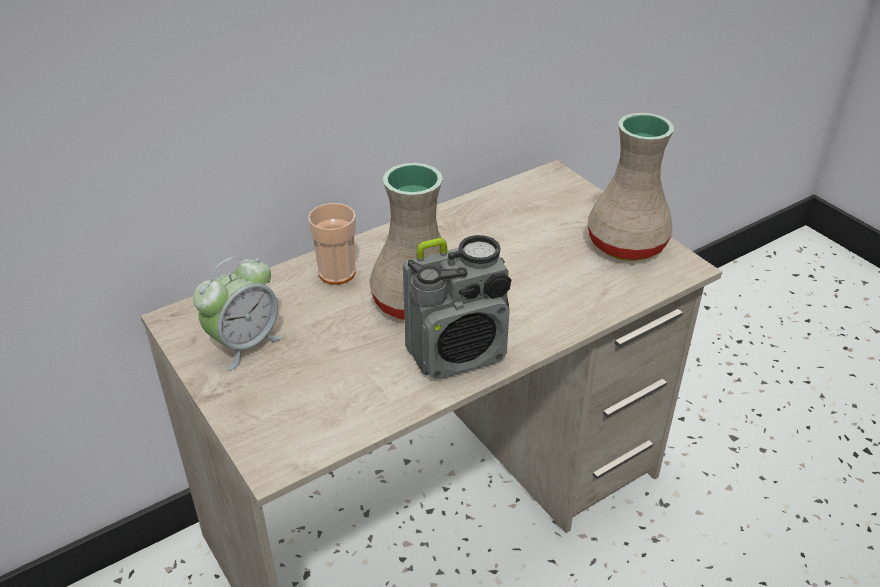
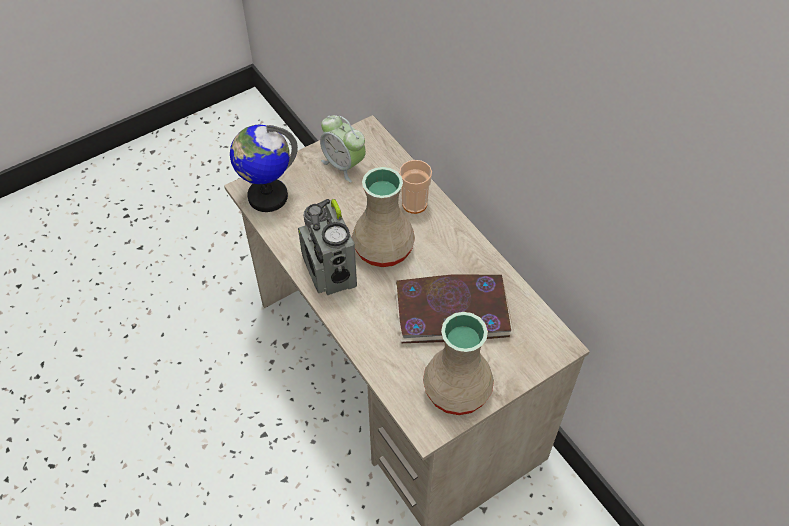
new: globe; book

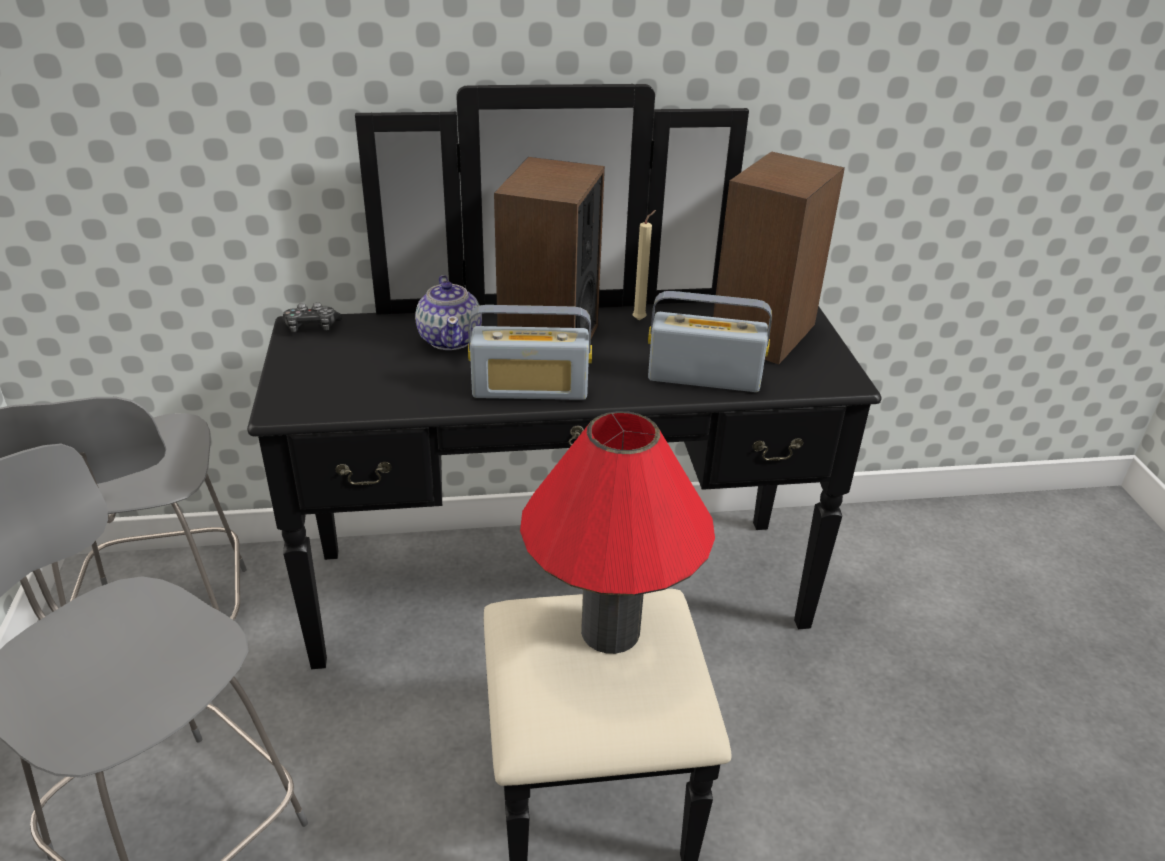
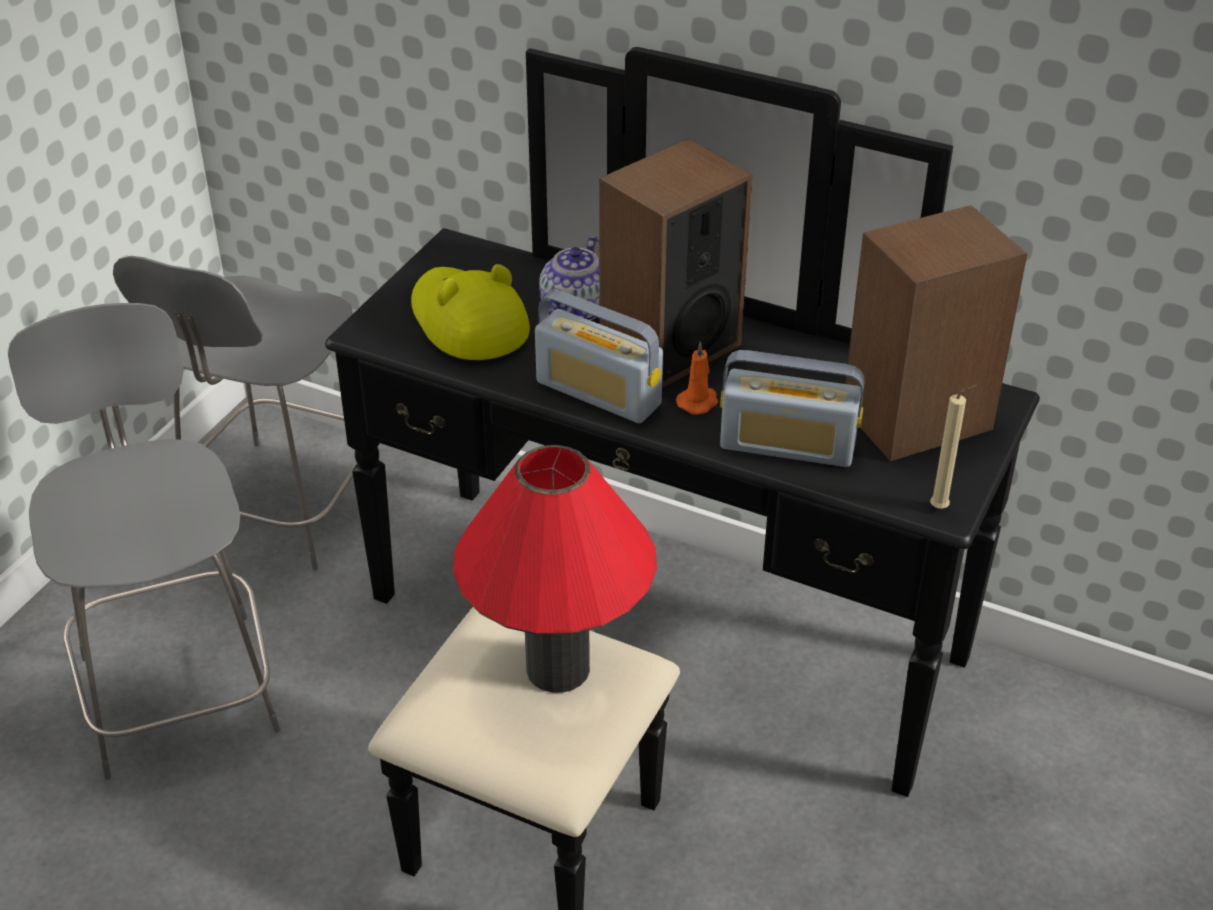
gone: game controller
new: hat (yellow); candle (orange)
shifted: candle (beige)
rotated: radio (no. 2 from left) 150 degrees clockwise

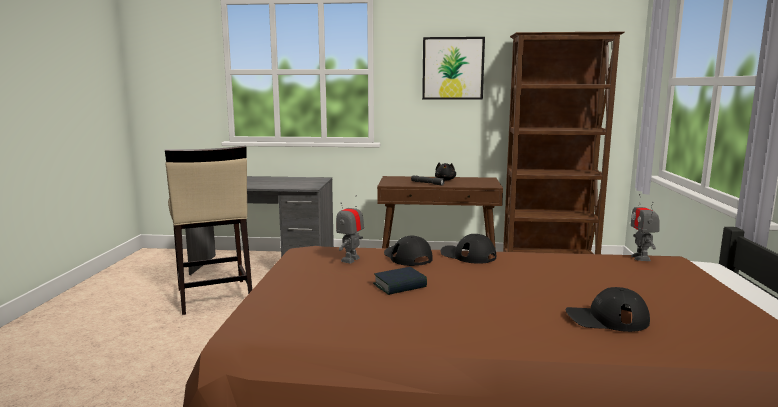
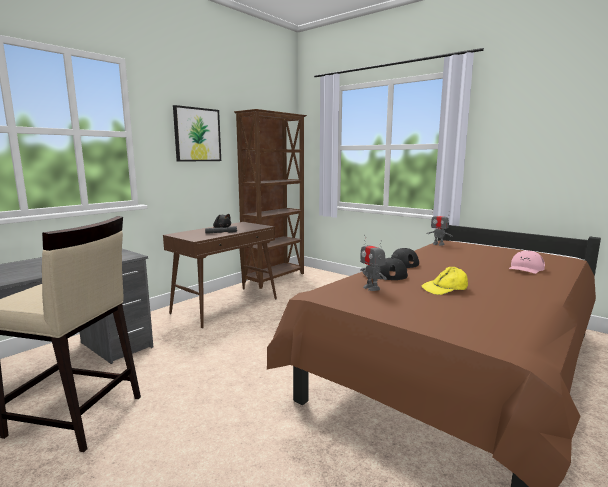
swapped: book to cap (yellow)
repainted: cap (black) (no. 3 from left) to cap (pink)

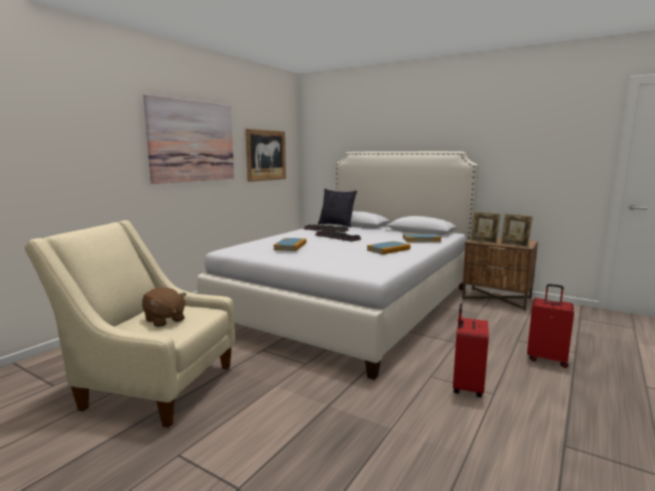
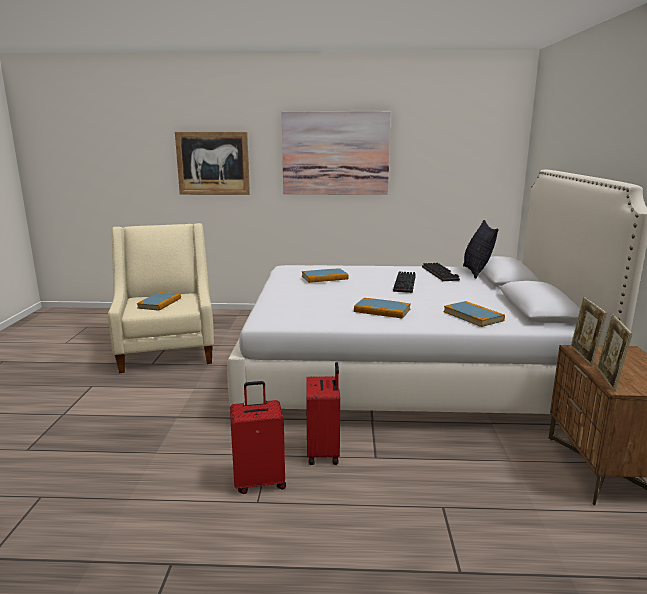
shifted: picture (no. 2 from left in the first image) to picture (no. 1 from left); suitcase (red) (no. 2 from left)
swapped: plush toy (brown) to book (no. 1 from left)

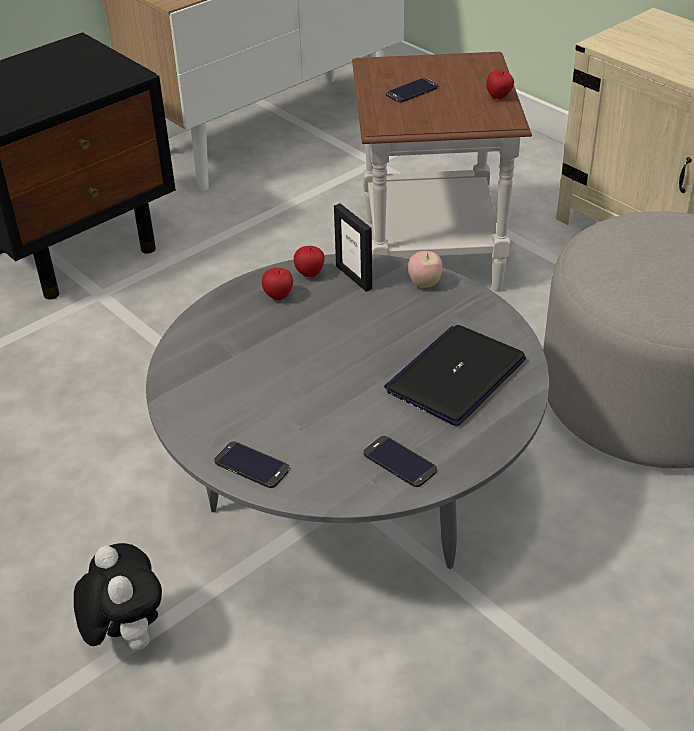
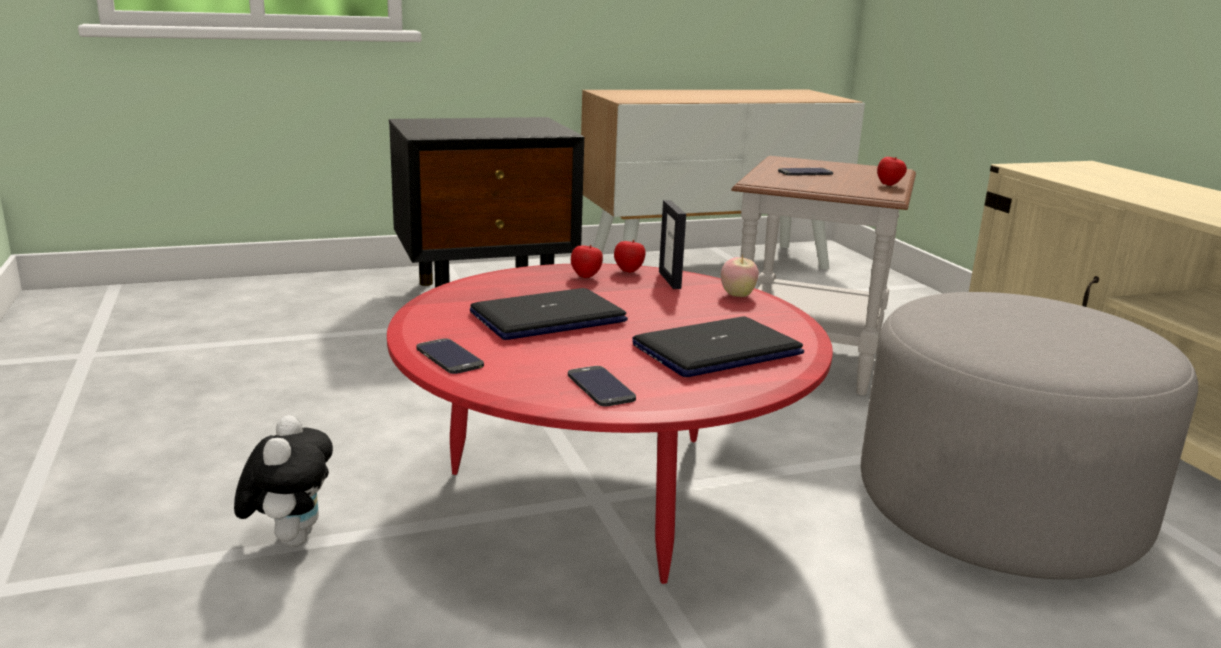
new: laptop (no. 1 from left)
repainted: coffee table (grey) to coffee table (red)

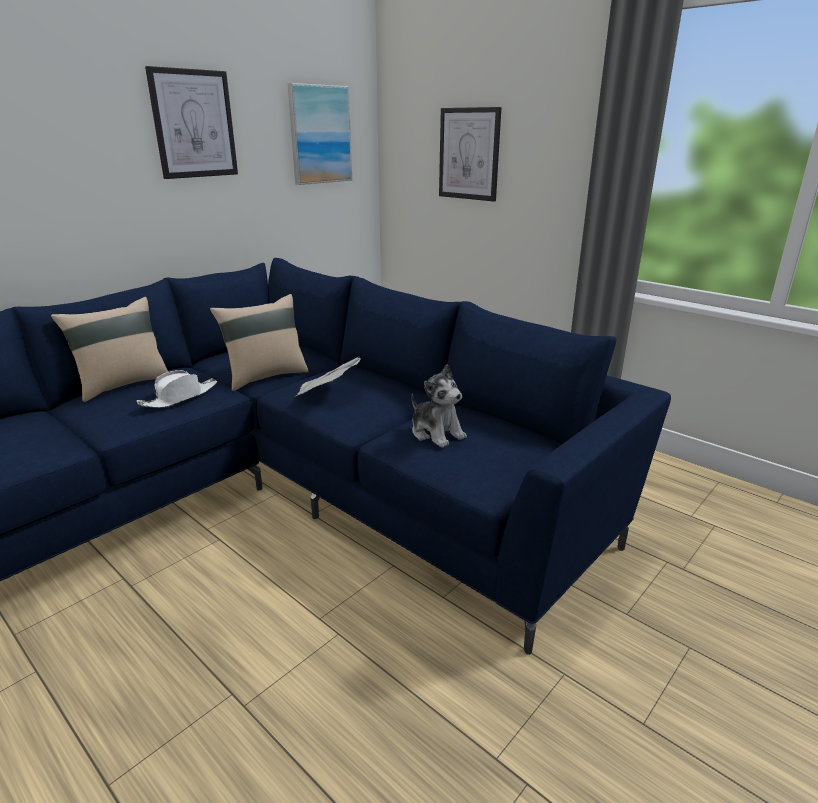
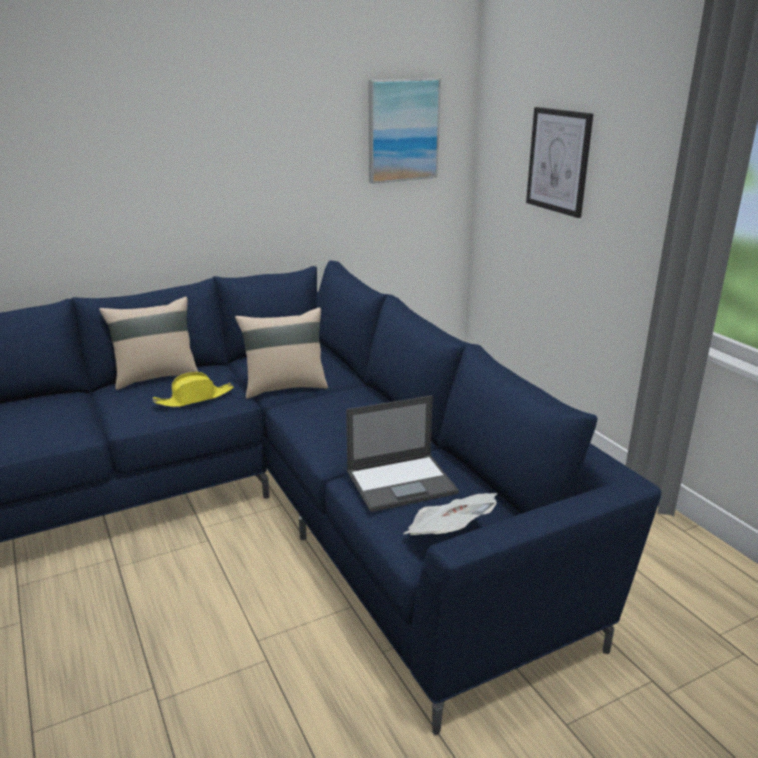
gone: picture (no. 1 from left)
shifted: newspaper
swapped: plush toy to laptop
repainted: hat (white) to hat (yellow)

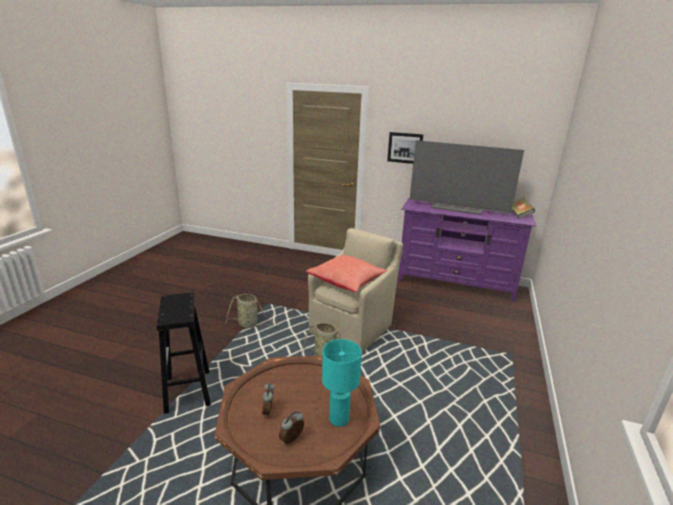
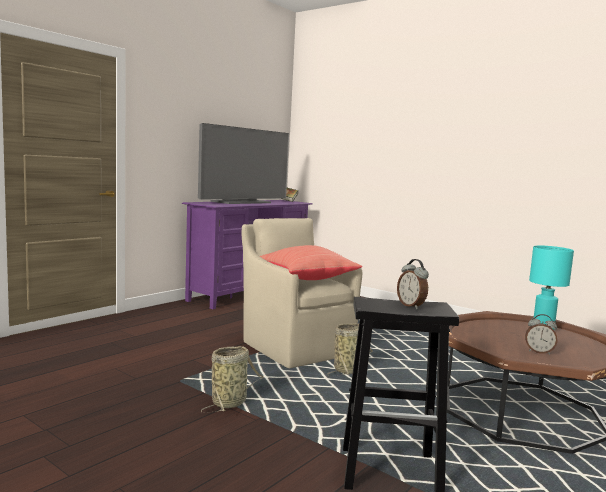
gone: picture
shifted: alarm clock (no. 2 from left in the first image) to alarm clock (no. 1 from left)

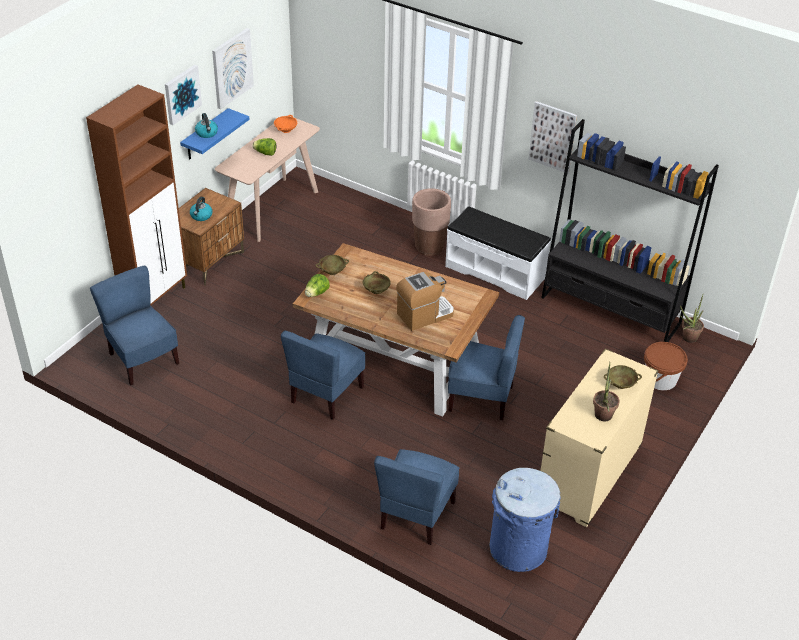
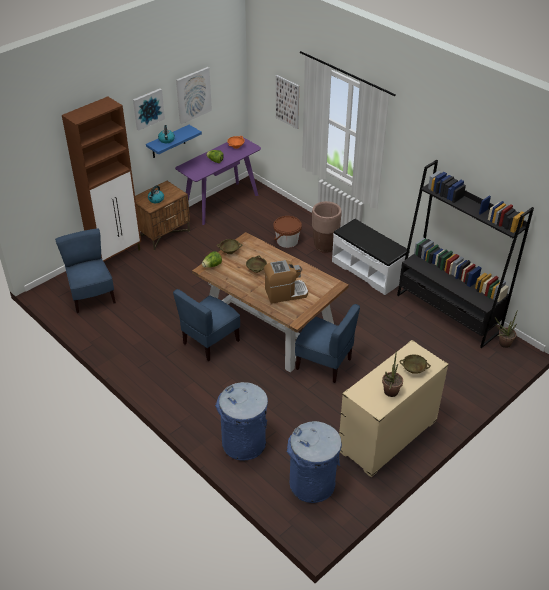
shifted: bucket (brown); picture (no. 3 from left)
swapped: chair (blue) (no. 3 from left) to trash can (blue) (no. 1 from left)
repainted: console table (beige) to console table (purple)

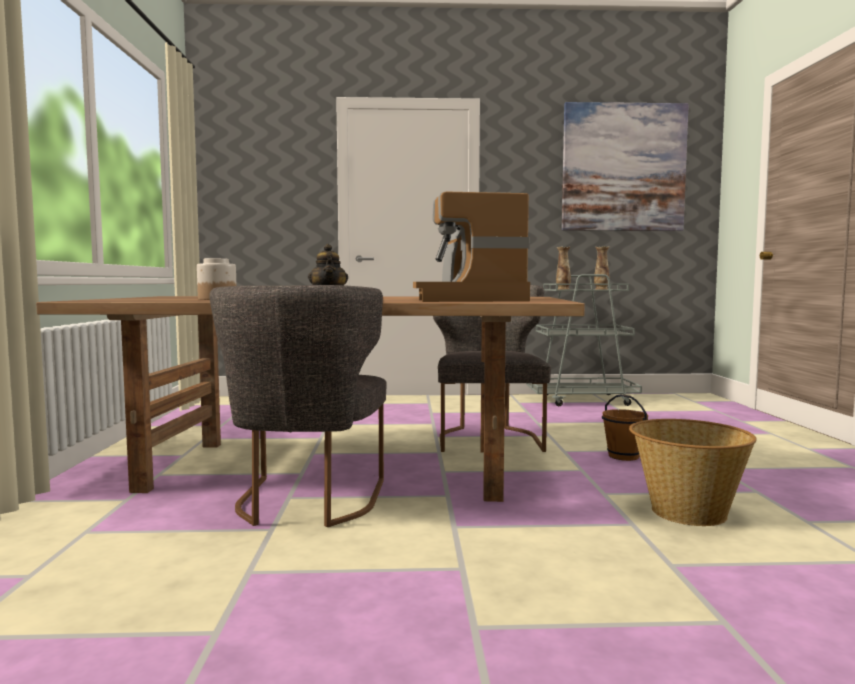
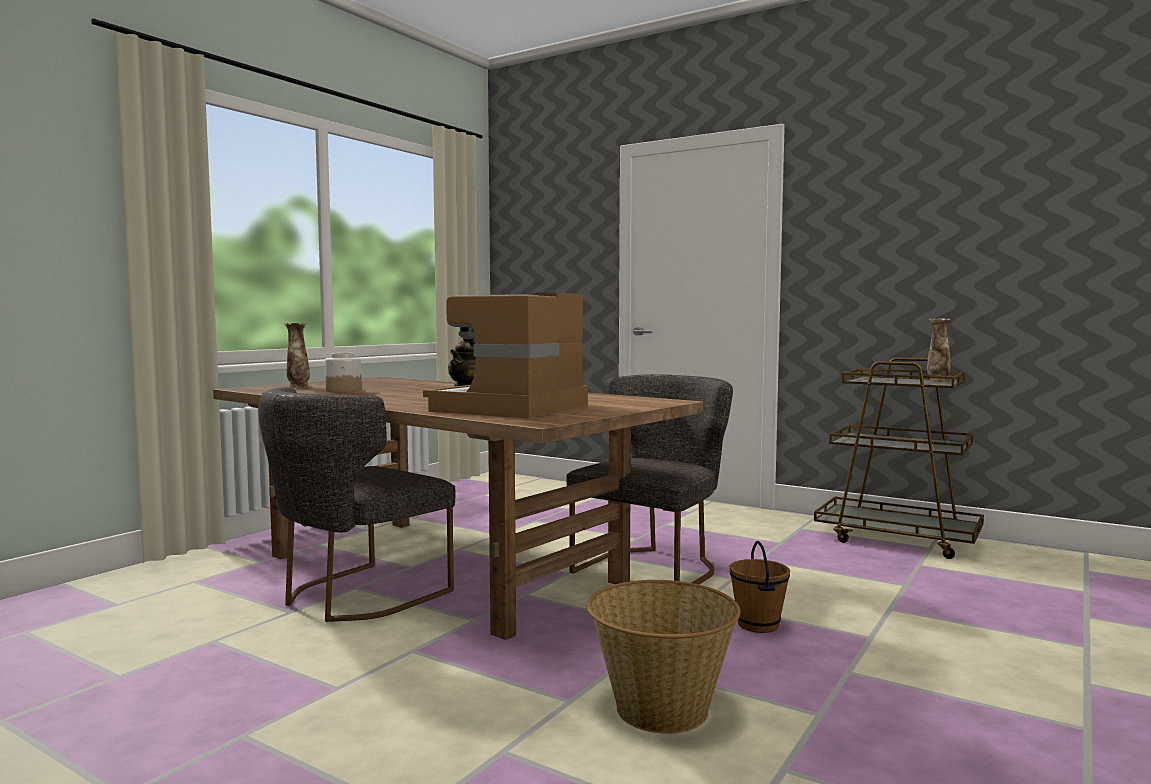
gone: picture
shifted: vase (no. 1 from left)
repainted: cart (grey) to cart (brown)

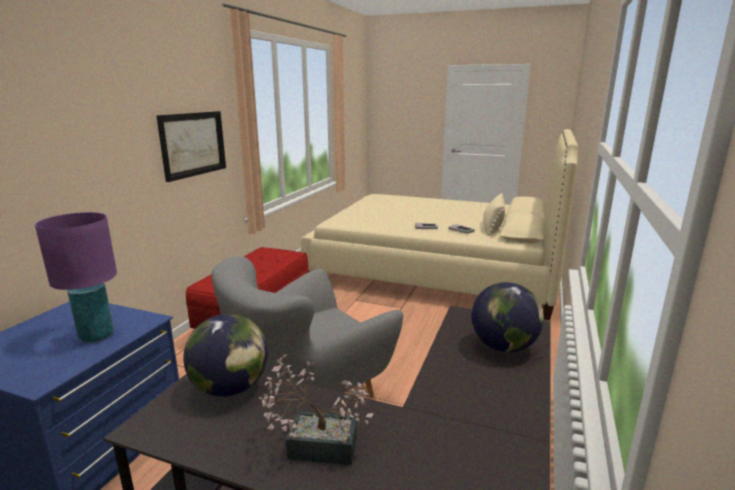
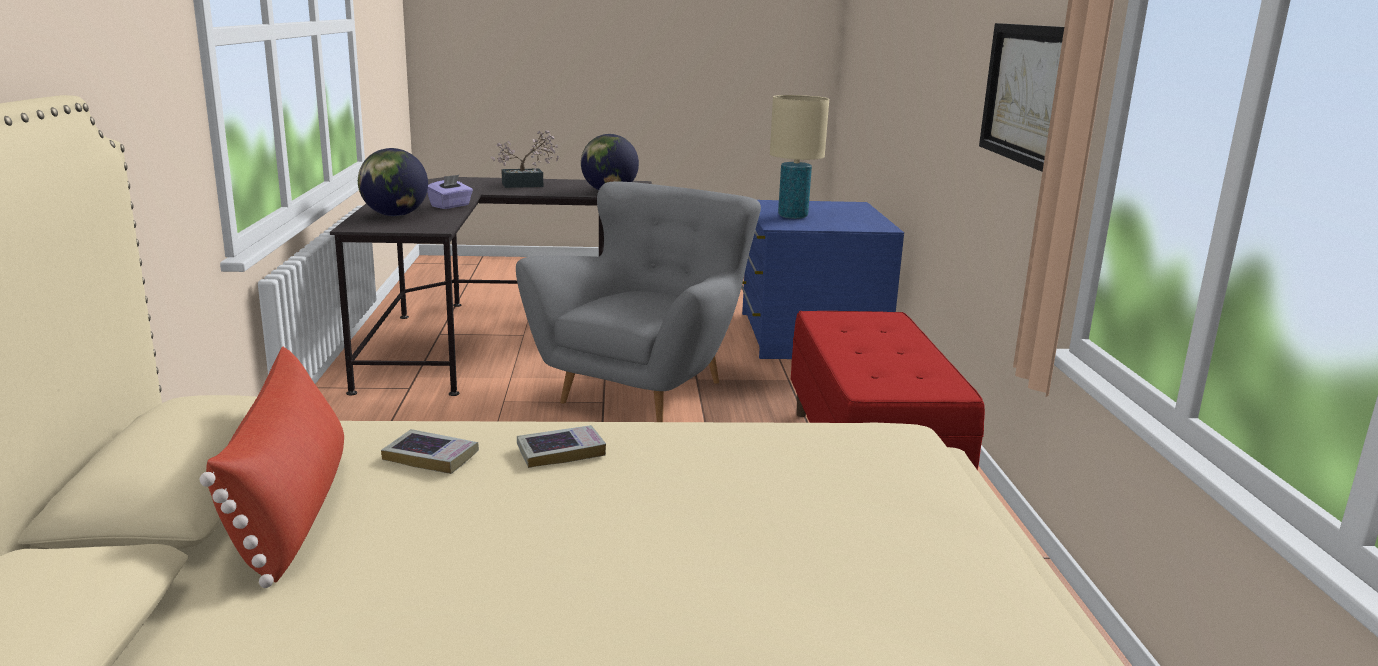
new: tissue box (purple)
repainted: pillow (beige) to pillow (red); table lamp (purple) to table lamp (beige)

